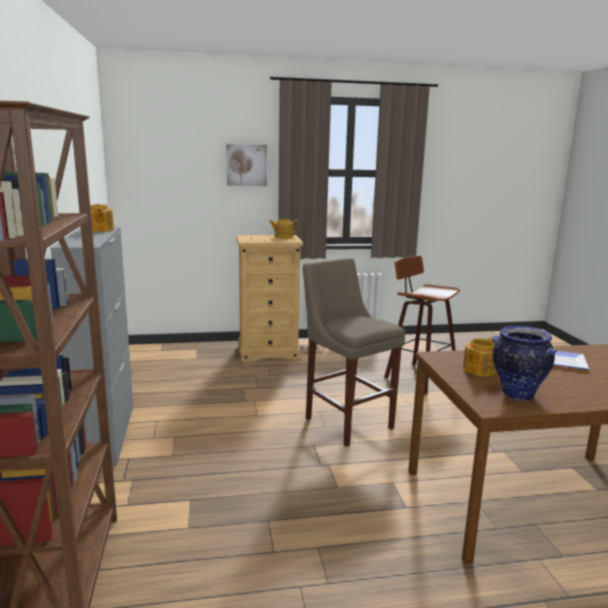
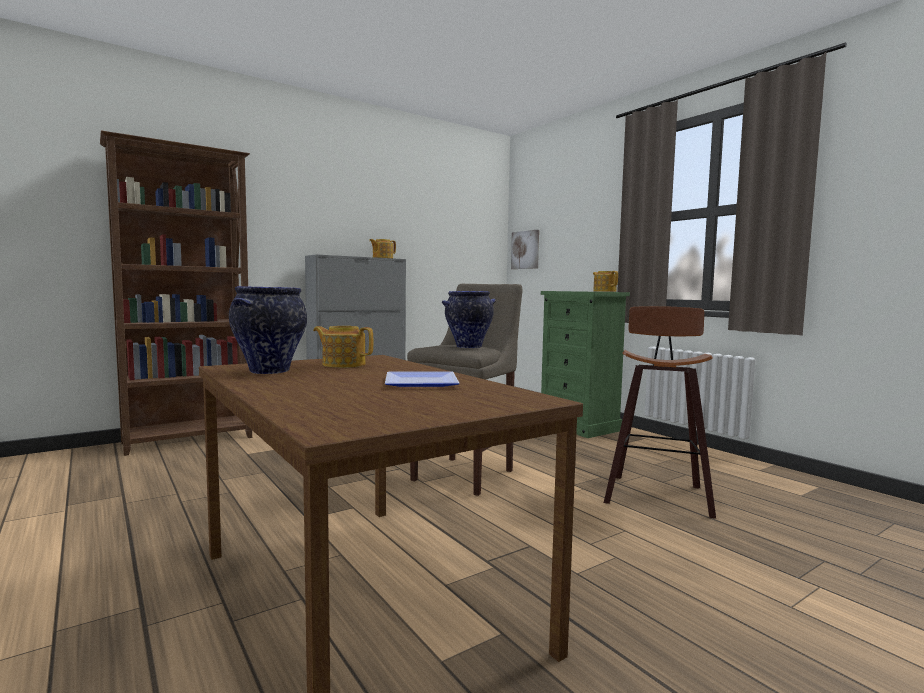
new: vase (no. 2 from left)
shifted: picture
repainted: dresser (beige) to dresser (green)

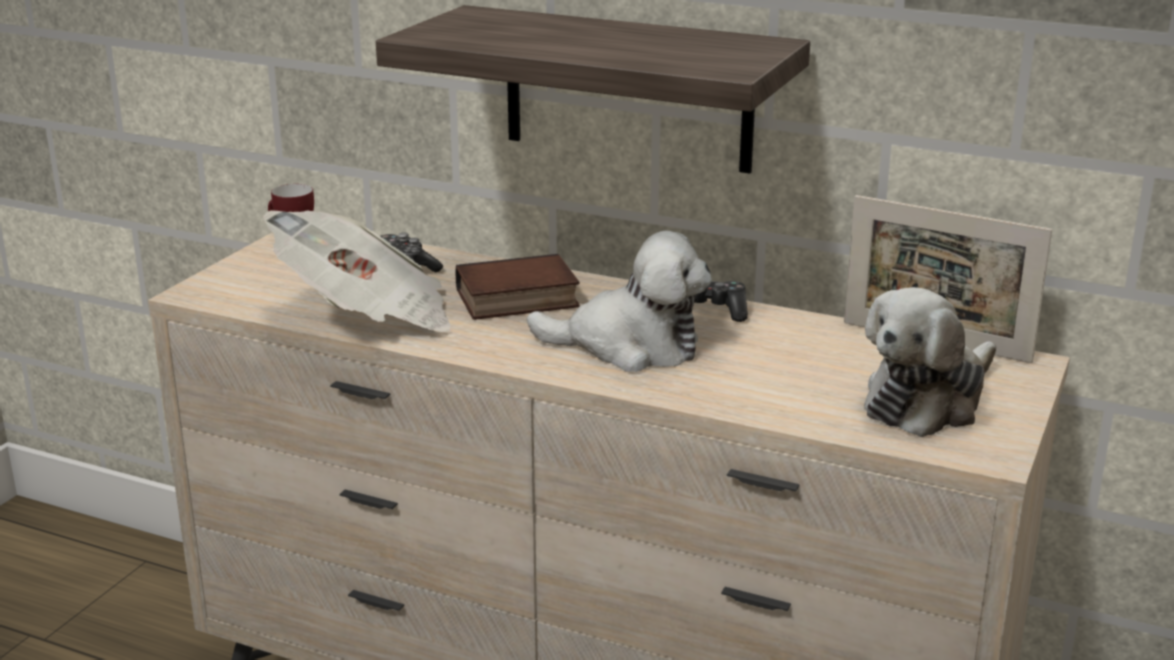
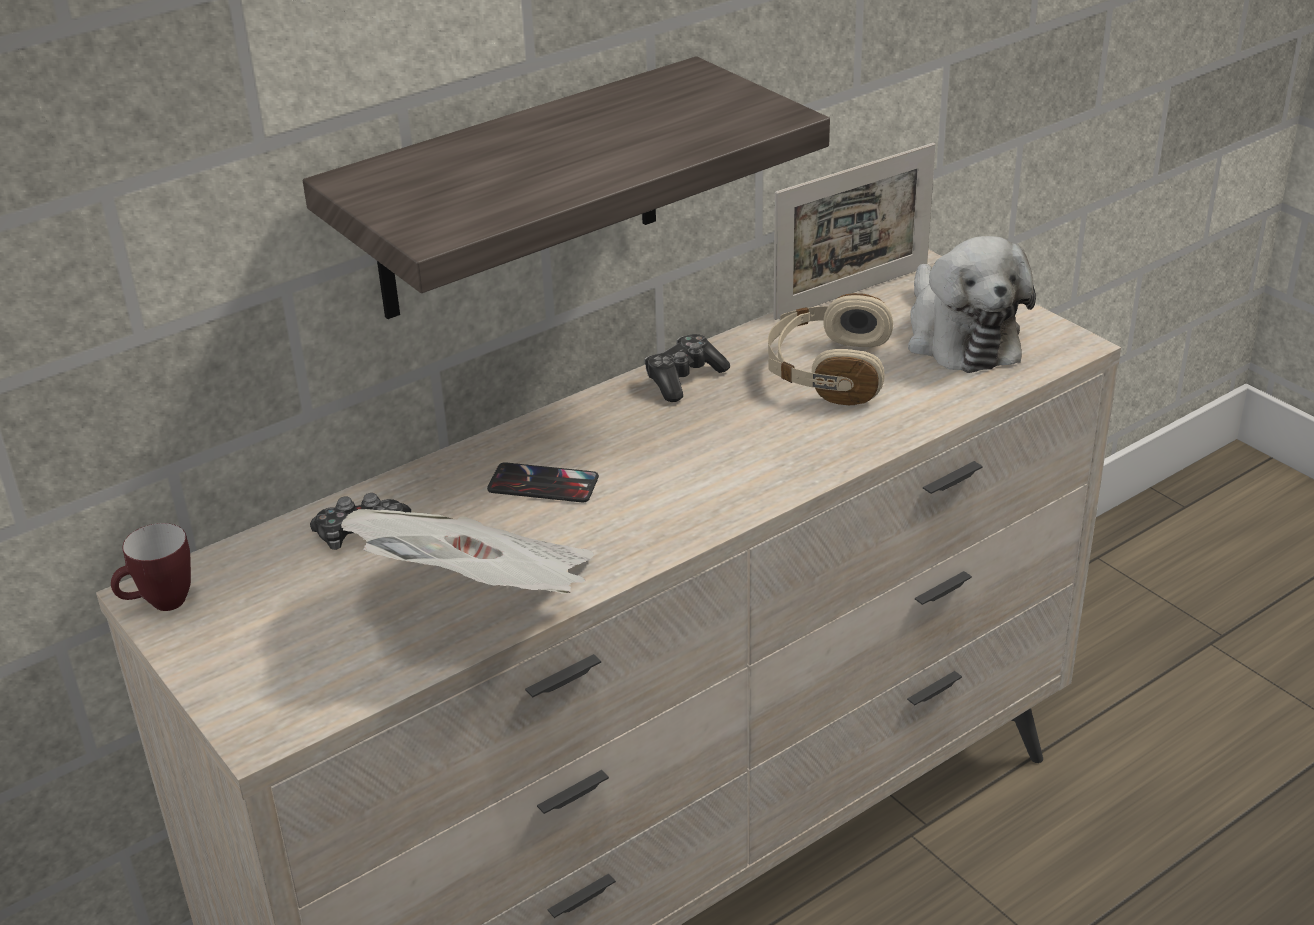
gone: plush toy (no. 1 from left)
new: headphones (beige)
swapped: book to phone

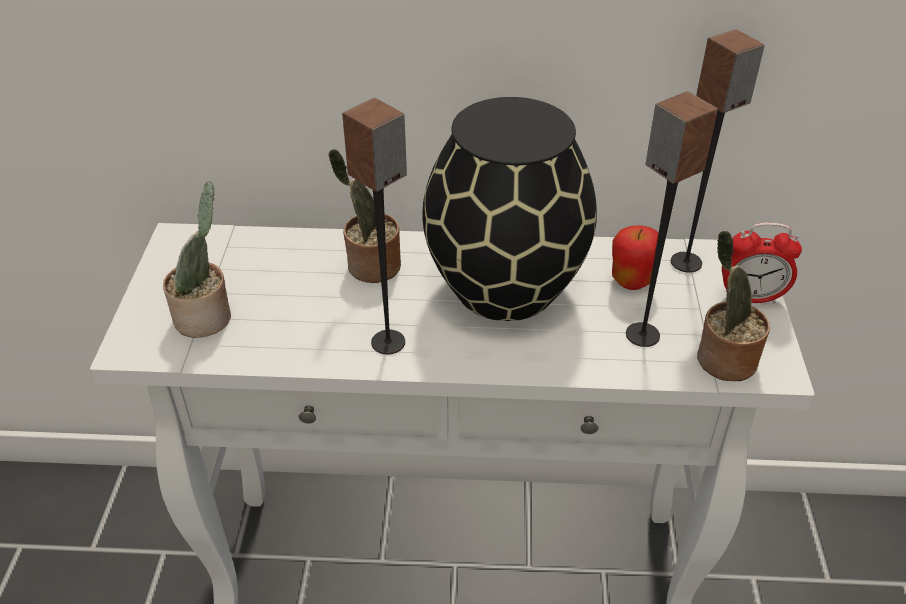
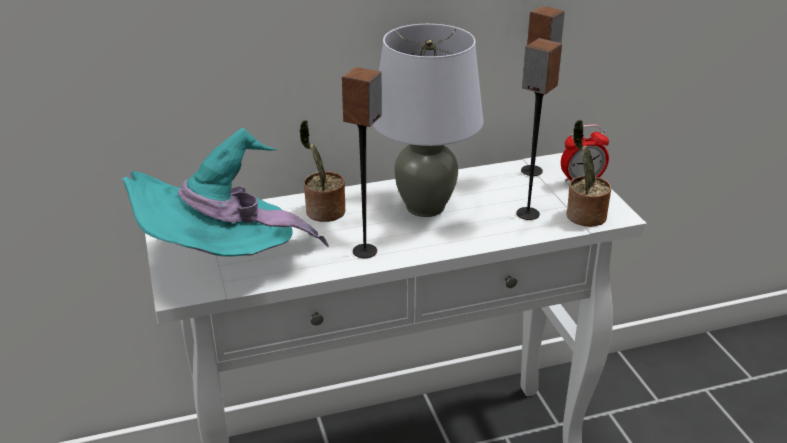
gone: apple
swapped: potted plant (no. 1 from left) to hat (turquoise); vase (black) to table lamp (grey)

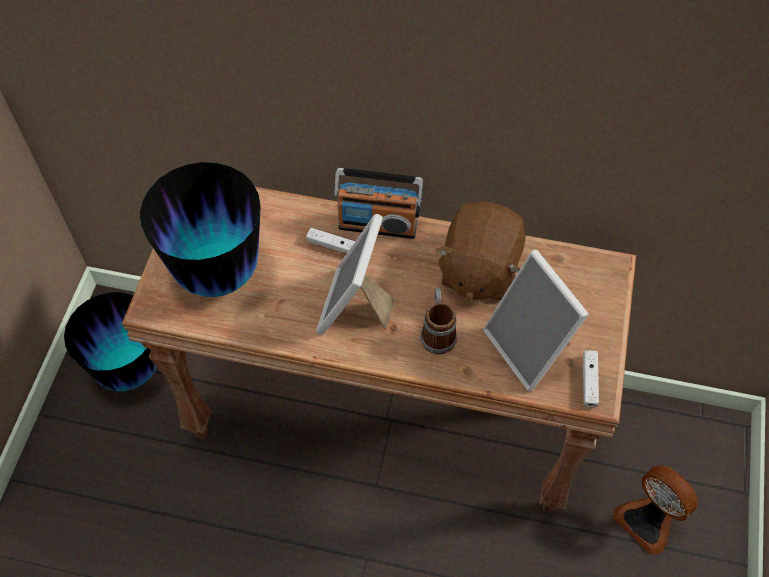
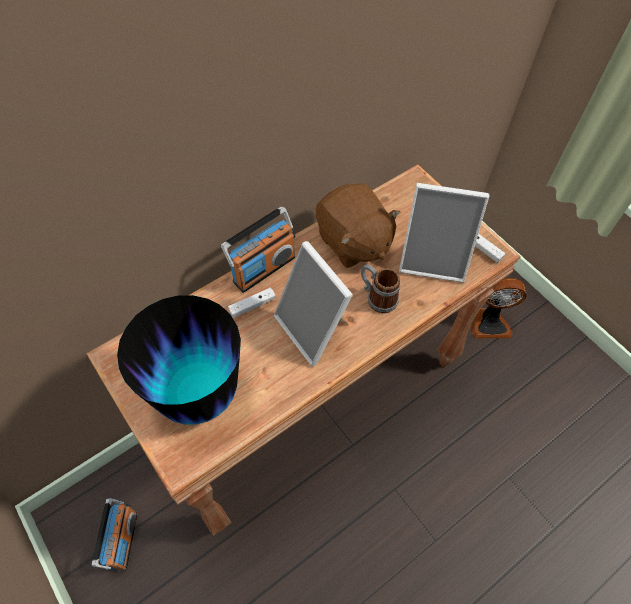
swapped: vase (no. 1 from left) to radio (no. 1 from left)

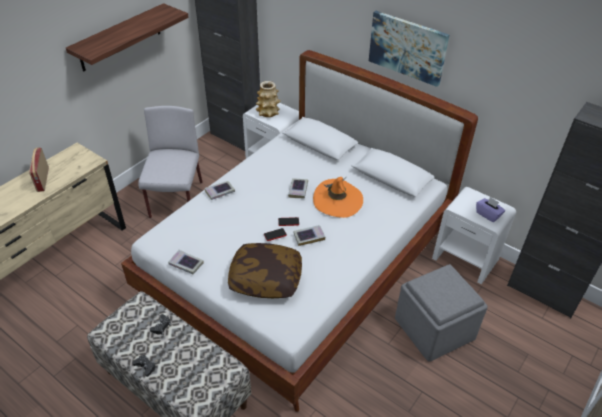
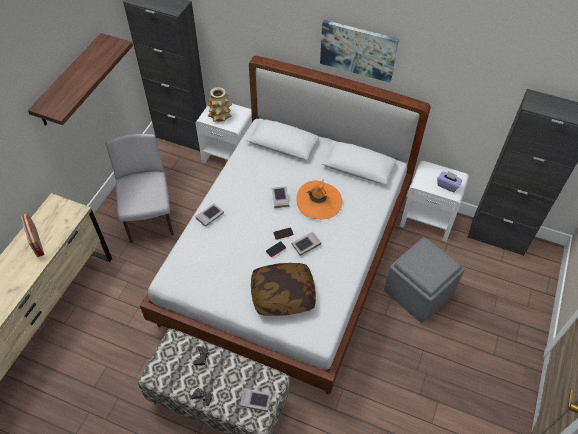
shifted: book (no. 1 from left in the first image) to book (no. 2 from left)

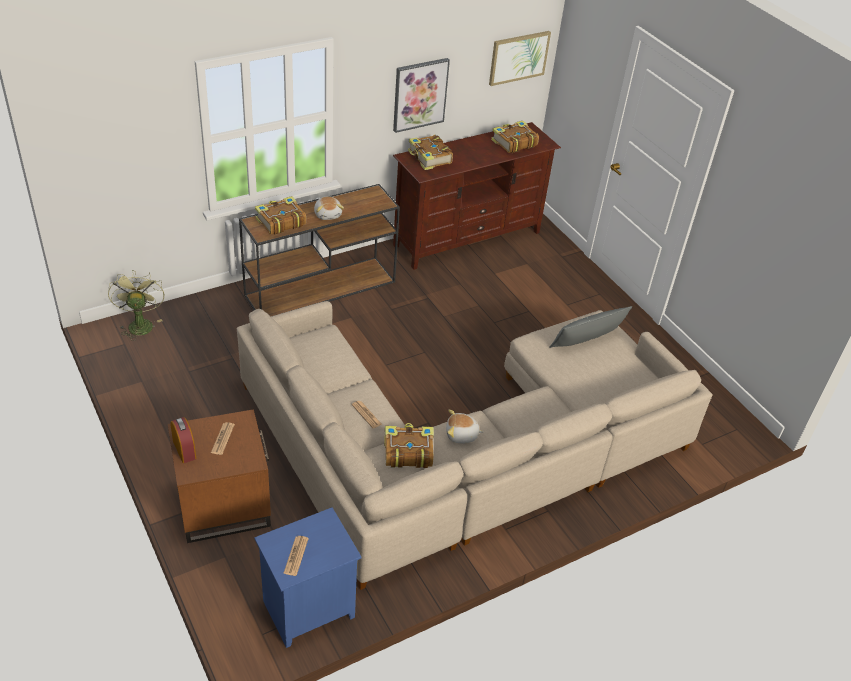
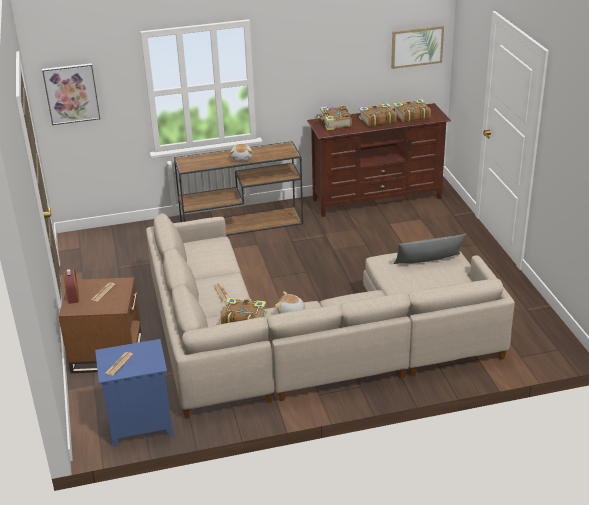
gone: fan (green)
shifted: picture (no. 1 from left); book (no. 1 from left in the first image) to book (no. 3 from left)

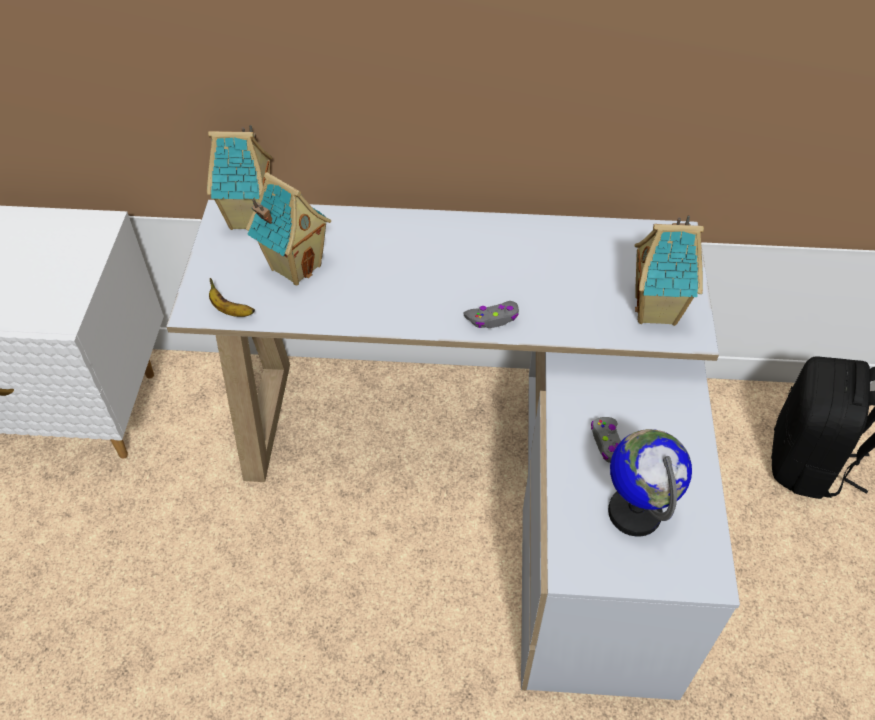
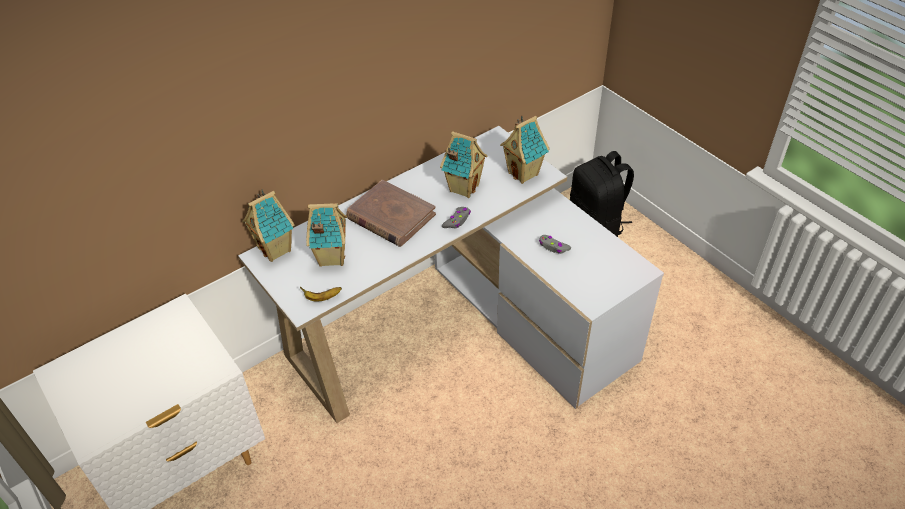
gone: globe
new: book (brown); toy house (no. 3 from left)

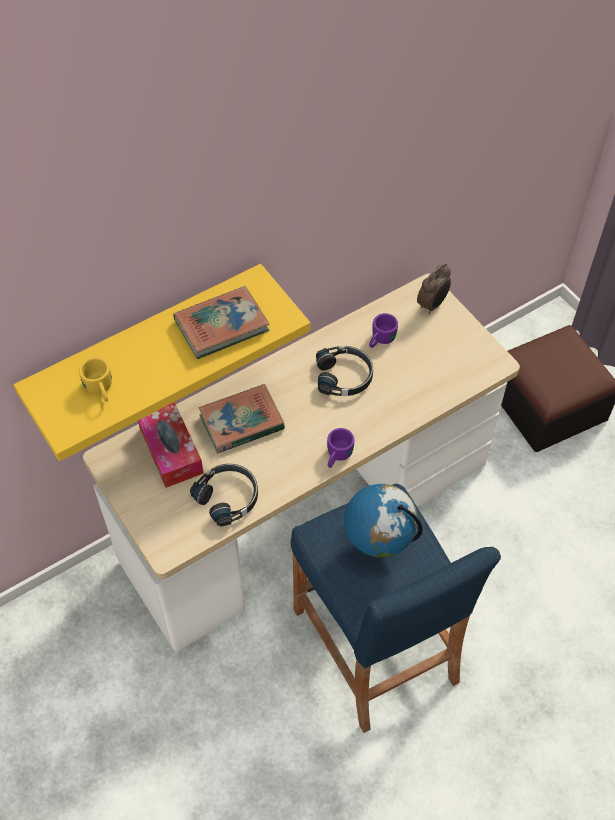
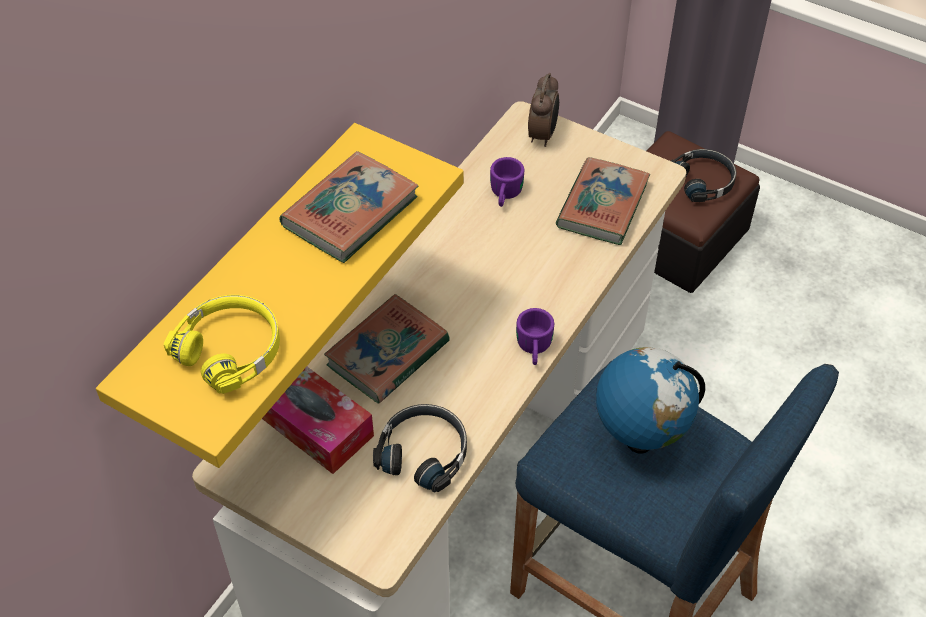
new: book (no. 3 from left)
shifted: headphones (black) (no. 2 from left)
swapped: mug (yellow) to headphones (yellow)

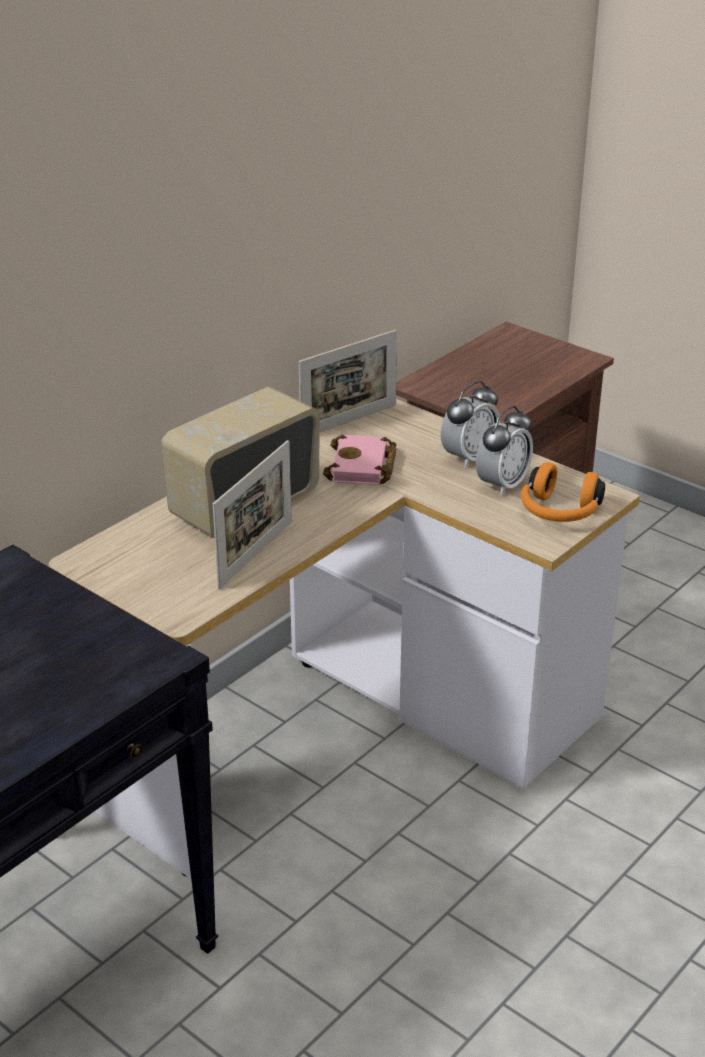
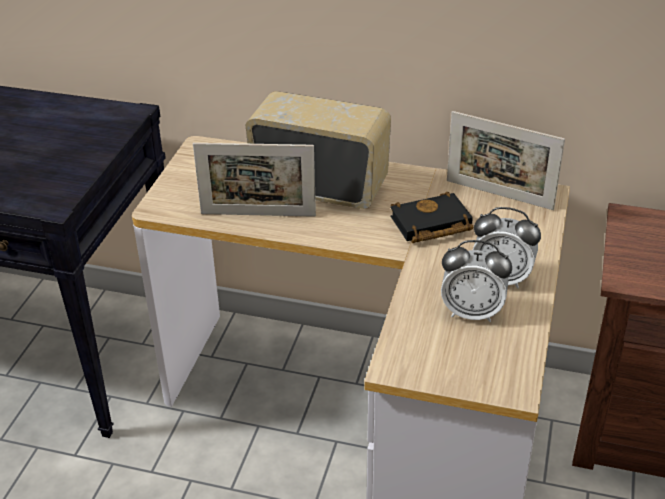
gone: headphones (orange)
repainted: book (pink) to book (black)

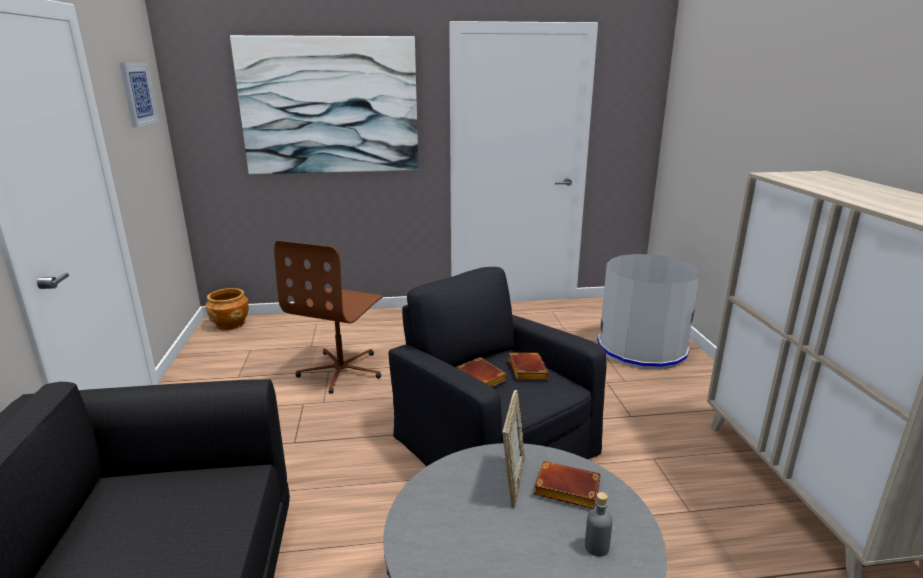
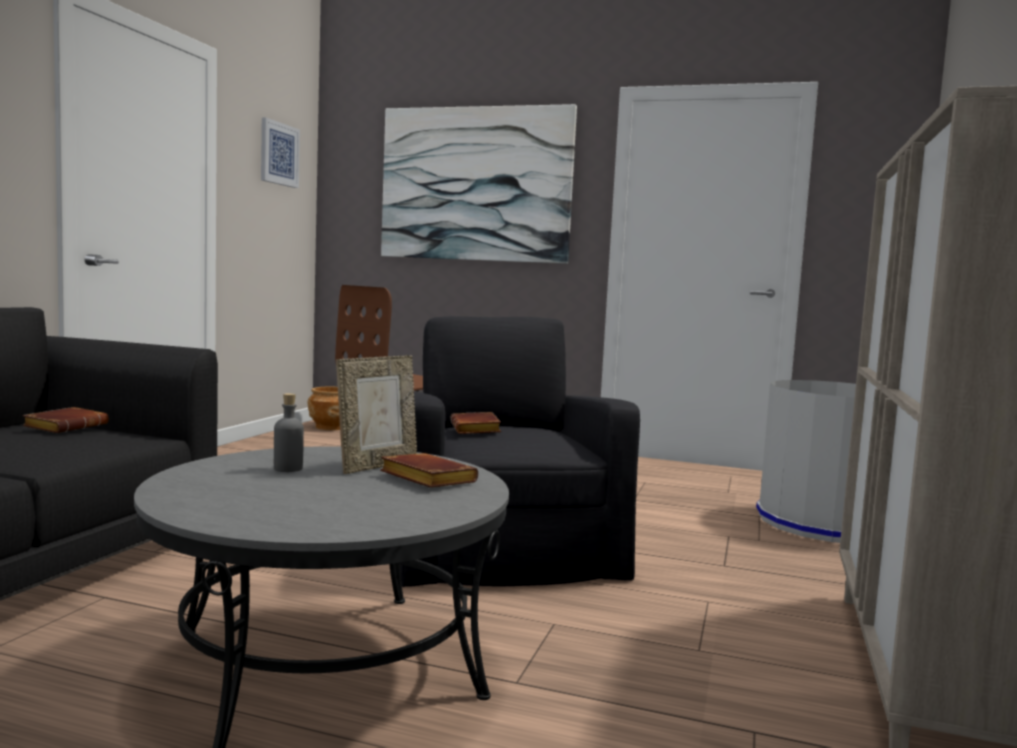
shifted: book (brown) (no. 2 from left in the first image) to book (brown) (no. 1 from left); bottle (grey)

